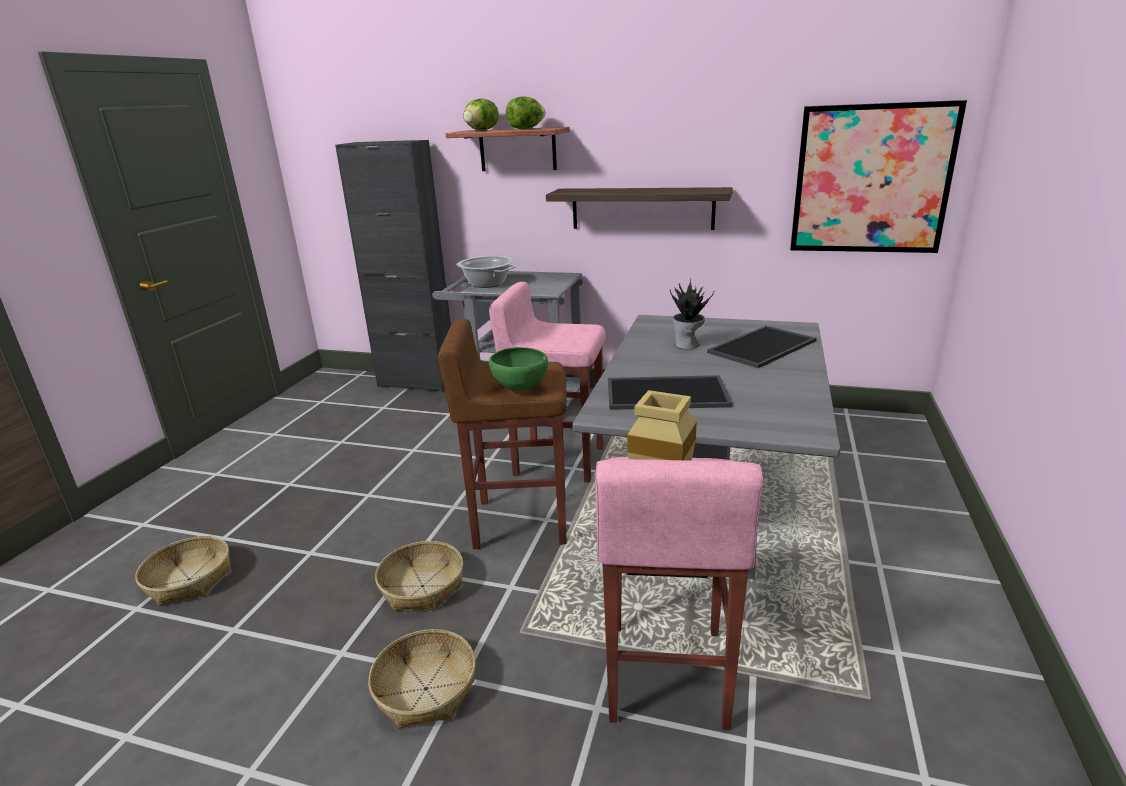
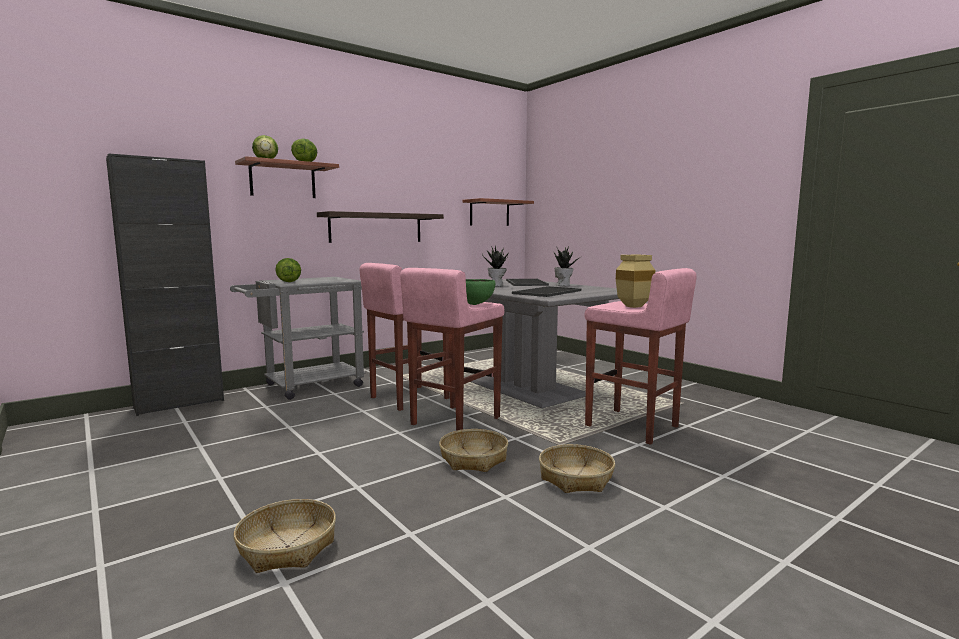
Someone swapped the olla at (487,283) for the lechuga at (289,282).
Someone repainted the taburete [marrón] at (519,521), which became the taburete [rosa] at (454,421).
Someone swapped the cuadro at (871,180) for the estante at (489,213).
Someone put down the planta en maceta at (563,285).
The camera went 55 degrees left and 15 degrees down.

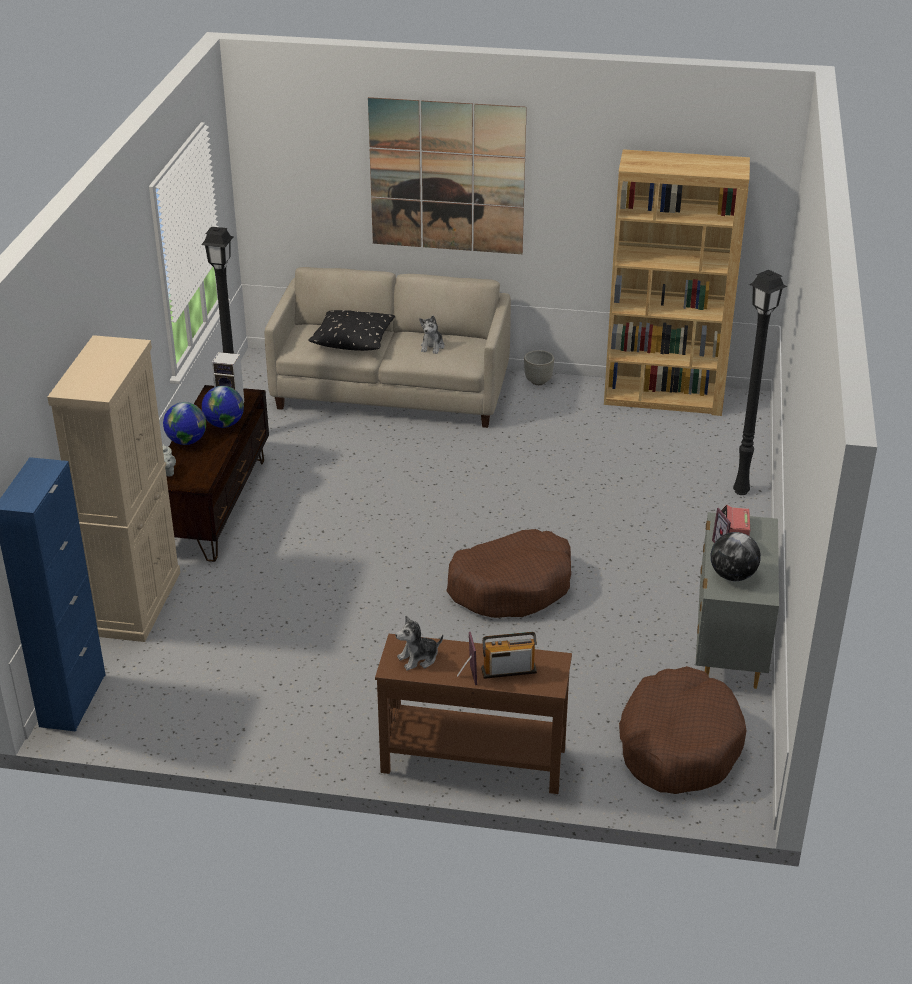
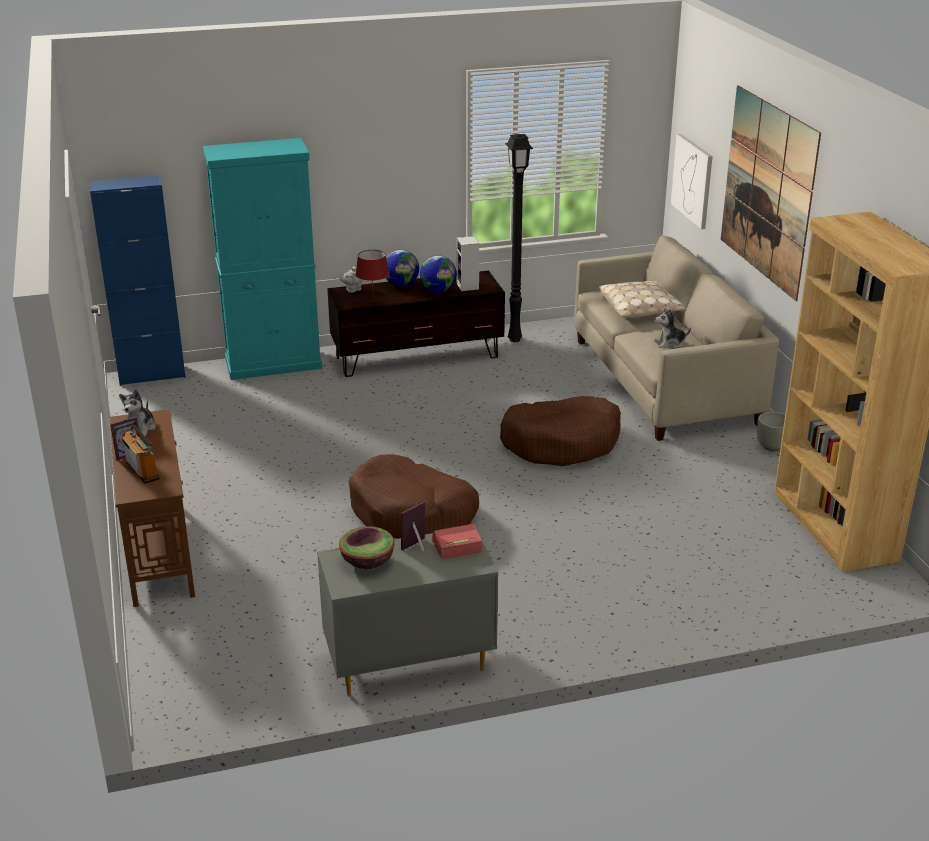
Someone rotated the peluche at (418,658) by 120 degrees counterclockwise.
Someone repainted the armario [beis] at (136,603), which became the armario [turquesa] at (274,364).
Someone swapped the globo terráqueo at (733,576) for the cuenco at (367,561).
Someone put down the lámpara de mesa [rojo] at (373,301).
Someone carried the cama para perro [marrón] from (678,745) to (561,443).
Someone repainted the cojín [negro] at (353,338), which became the cojín [beis] at (641,308).
Someone put up the cuadro at (692,180).
Someone took away the lámpara de pie [negro] at (742,491).
The camera went 65 degrees right and 5 degrees down.

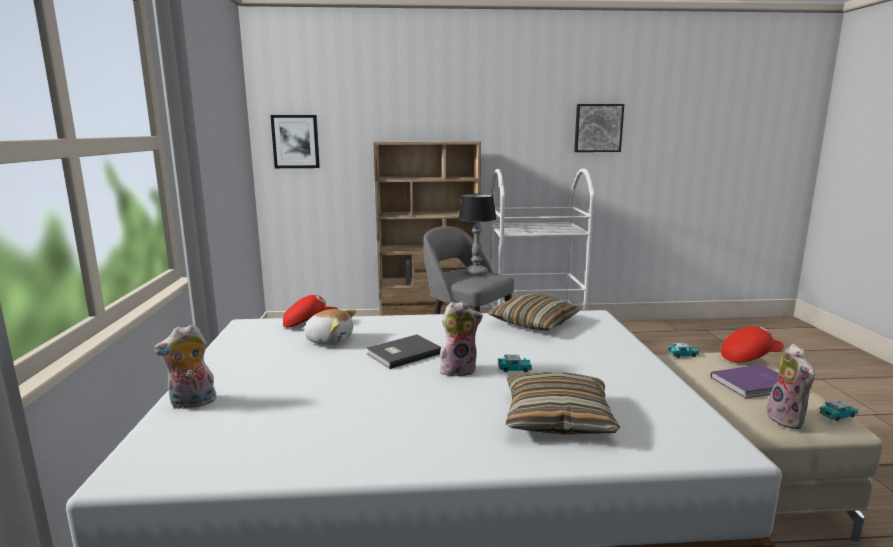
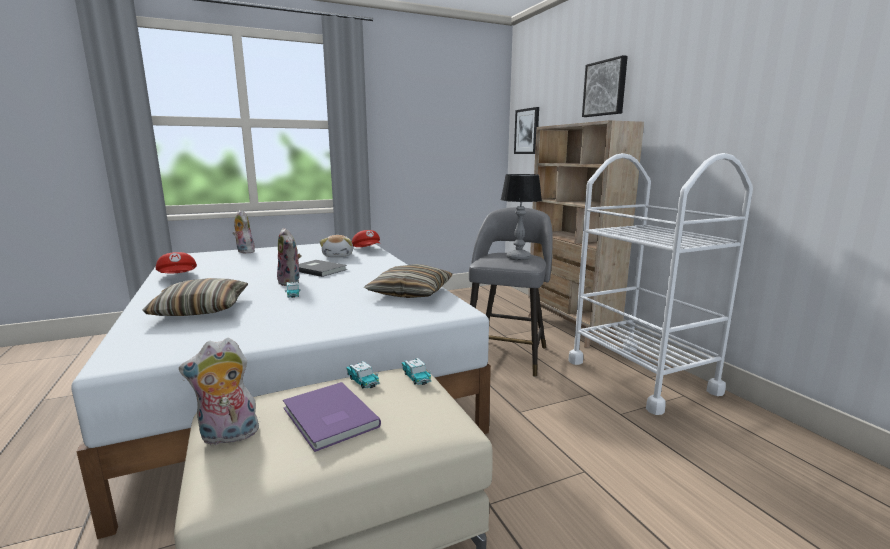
Someone carried the gorra [rojo] from (749,357) to (178,277).
Someone carried the coche de juguete from (837,416) to (362,381).
Someone carried the cuadro from (598,128) to (605,88).
The camera went 70 degrees right and 0 degrees up.

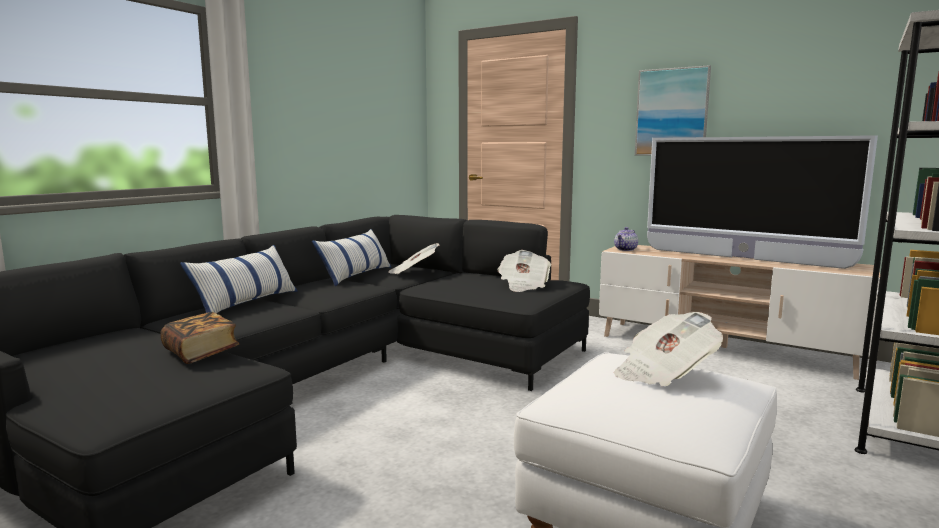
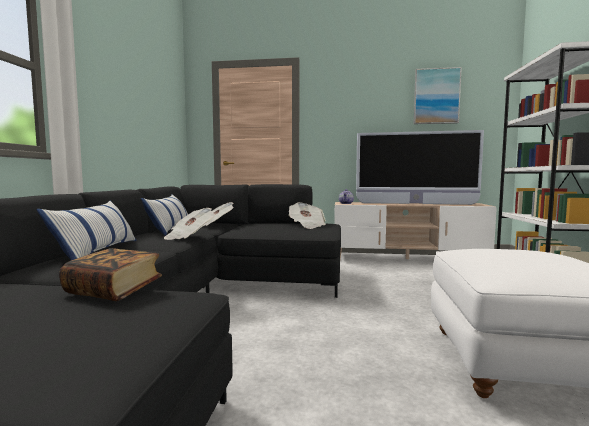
Someone carried the periódico from (663,373) to (189,236).
Someone carried the cuadro from (672,112) to (436,96).
The camera went 25 degrees left and 5 degrees down.

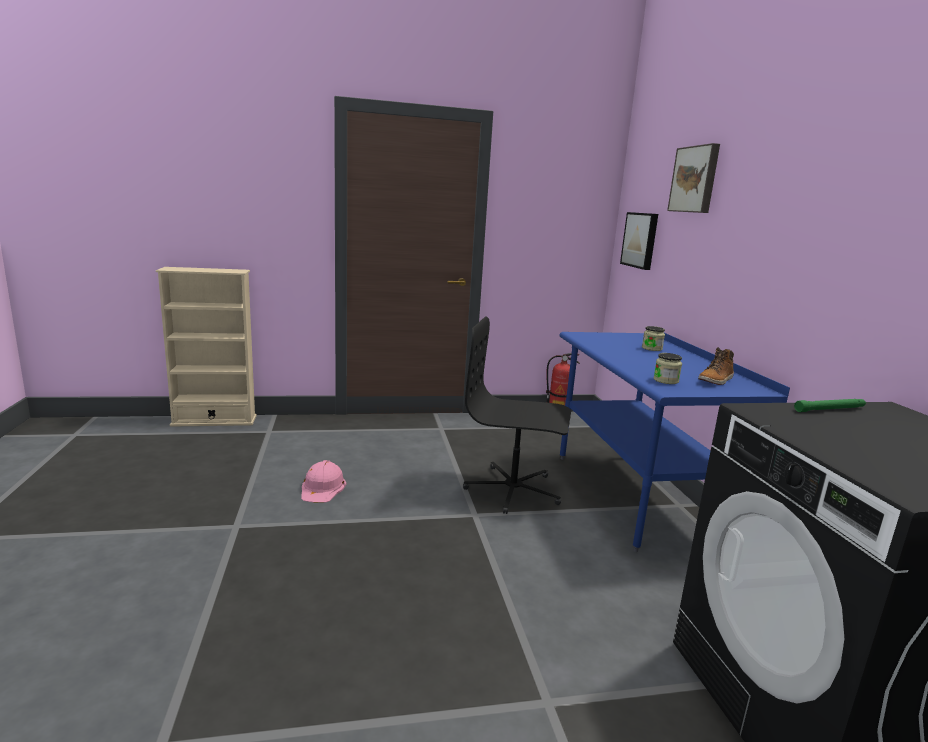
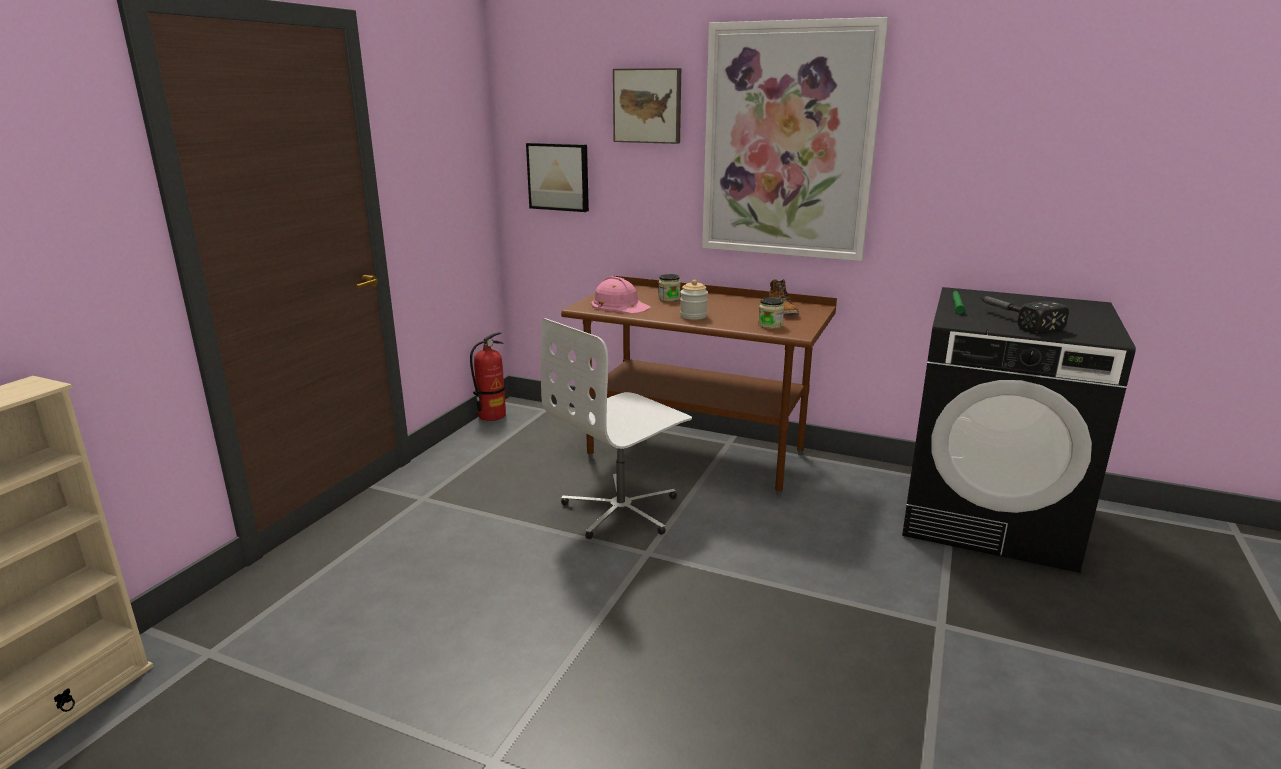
Someone repainted the silla de oficina [negro] at (513,490), which became the silla de oficina [blanco] at (622,510).
Someone repainted the escritorio [azul] at (633,496), which became the escritorio [marrón] at (696,455).
Someone carried the casco [rosa] from (323,488) to (619,305).
Someone put down the tarro at (693,316).
Someone put up the cuadro at (788,142).
Someone put down the martillo at (1013,320).
The camera went 55 degrees left and 5 degrees up.

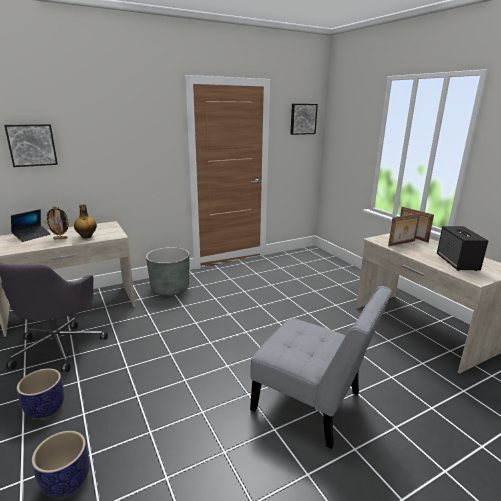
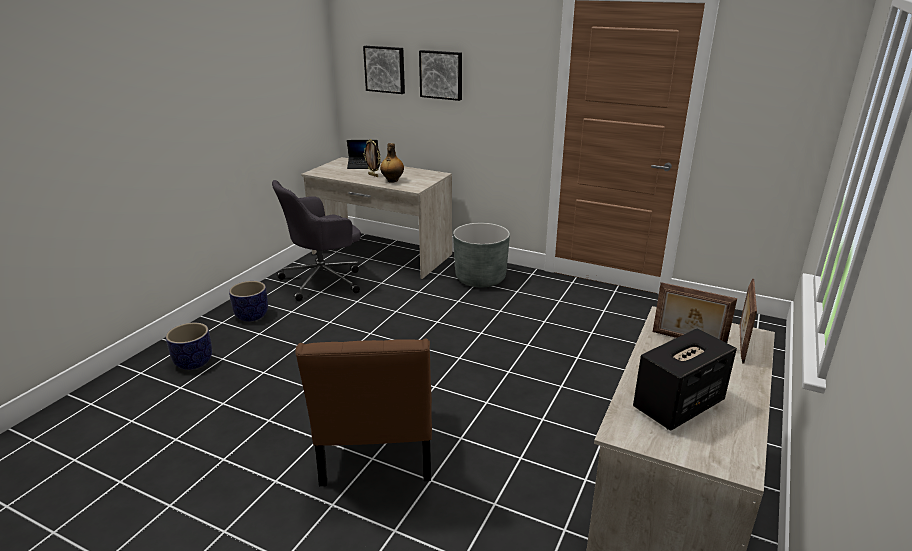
Someone repainted the silla [gris] at (312,404), which became the silla [marrón] at (376,451).
Someone carried the cuadro from (302,119) to (441,75).
The camera went 55 degrees right and 5 degrees up.

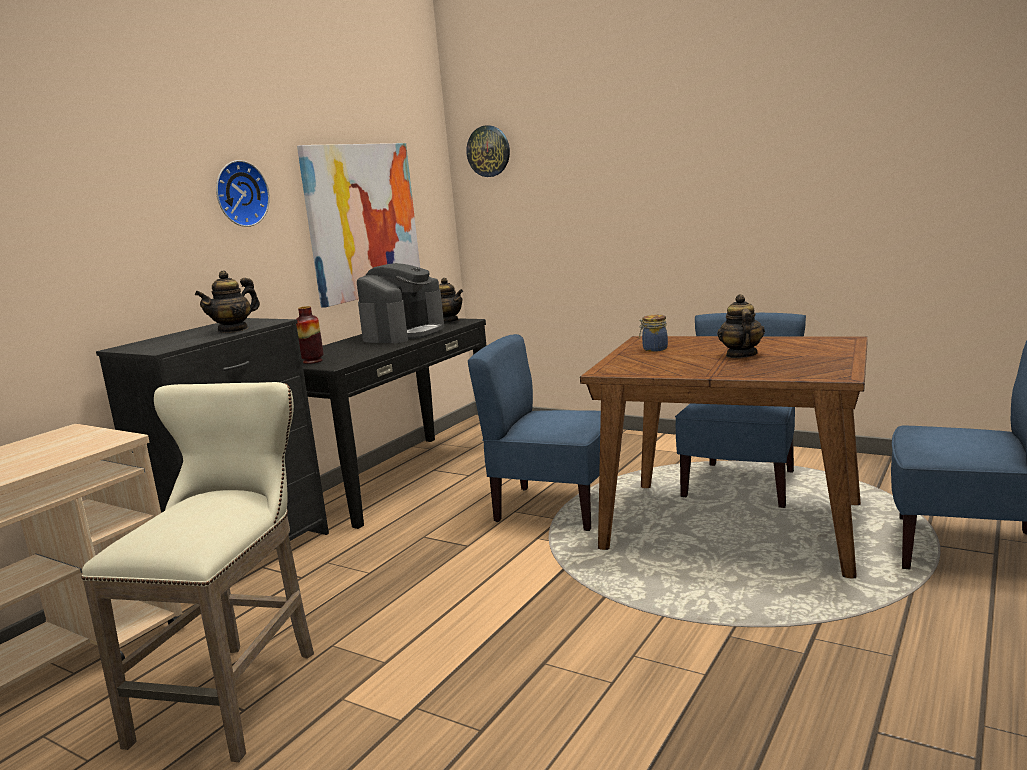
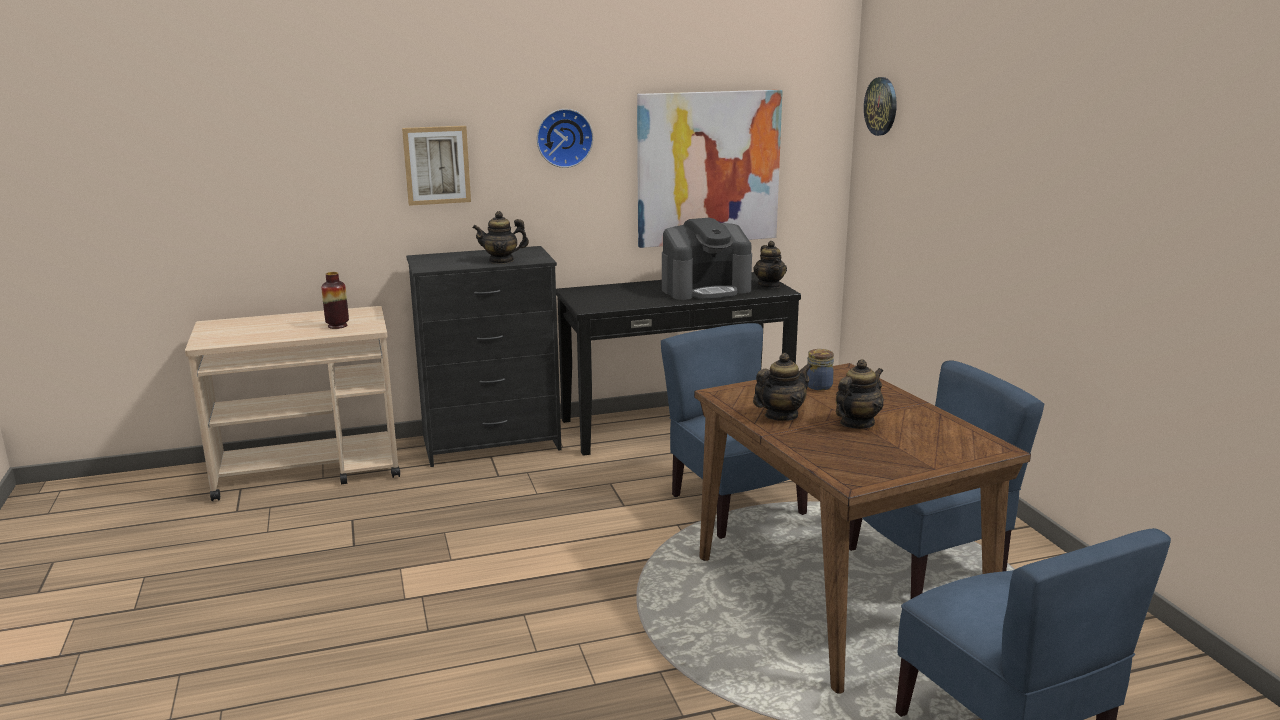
Someone carried the florero from (312,361) to (337,326).
Someone put up the cuadro at (436,165).
Someone put down the tetera at (781,416).
Someone took away the taburete [beis] at (238,691).
The camera went 40 degrees right and 5 degrees up.

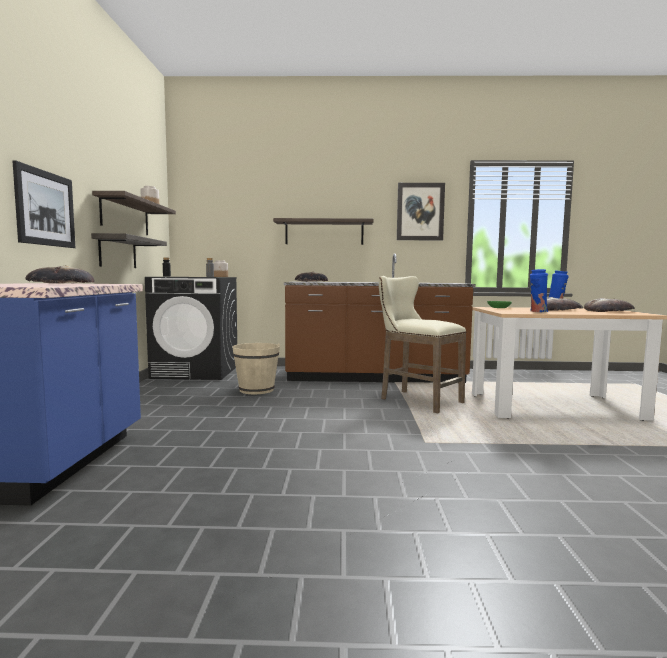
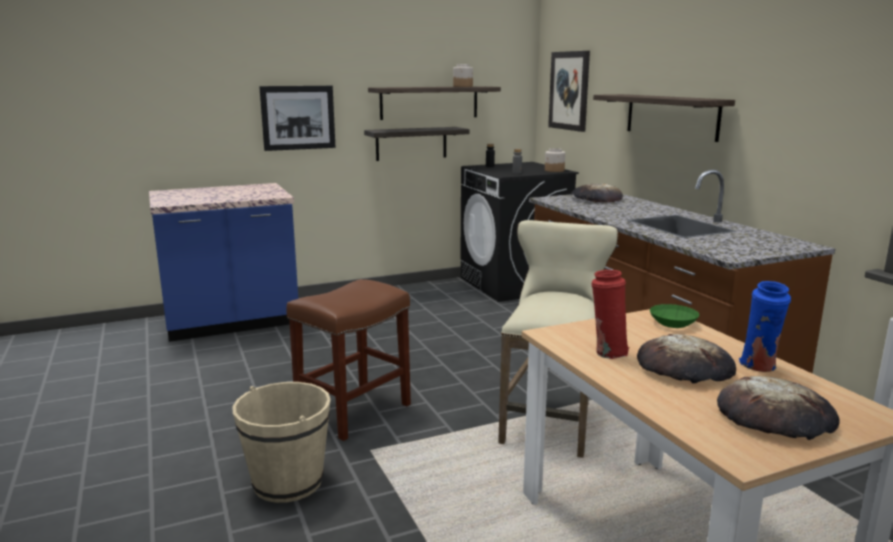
Someone carried the cubo [beis] from (256,390) to (288,482).
Someone put down the taburete [marrón] at (353,412).
Someone carried the cuadro from (420,212) to (569,91).
Someone repainted the florero [azul] at (537,312), which became the florero [rojo] at (607,352).
Someone took away the pan at (61,283).
The camera went 65 degrees right and 10 degrees up.

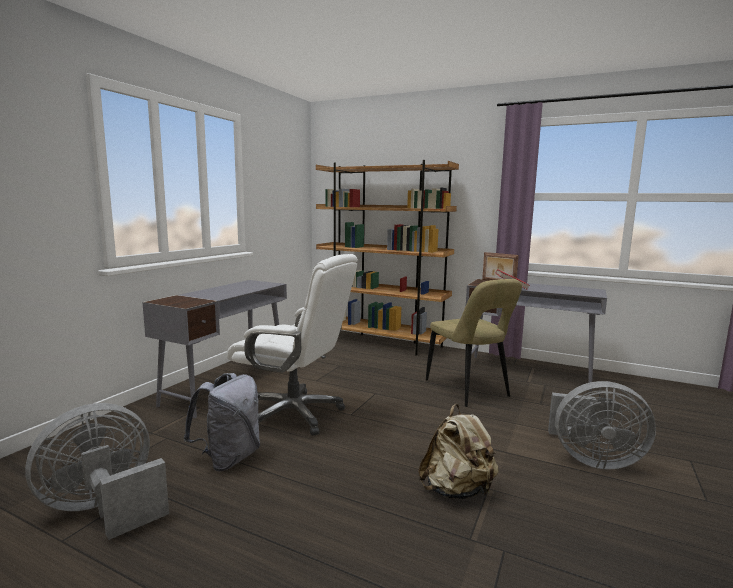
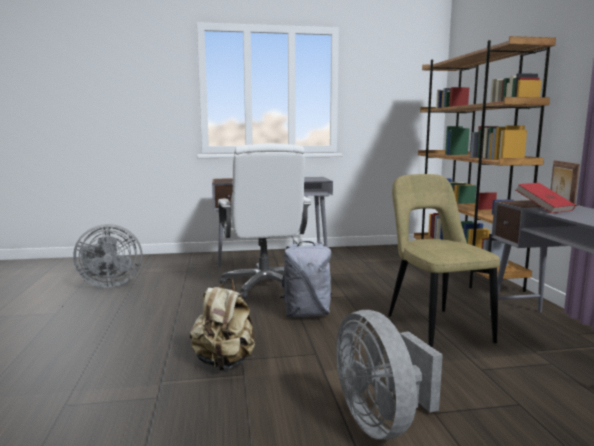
Someone rotated the ventilador [gris] at (105,508) by 150 degrees clockwise.
Someone carried the mochila [gris] from (229,458) to (306,314).
Someone rotated the silla [beis] at (469,390) by 135 degrees clockwise.
The camera went 55 degrees right and 0 degrees up.

